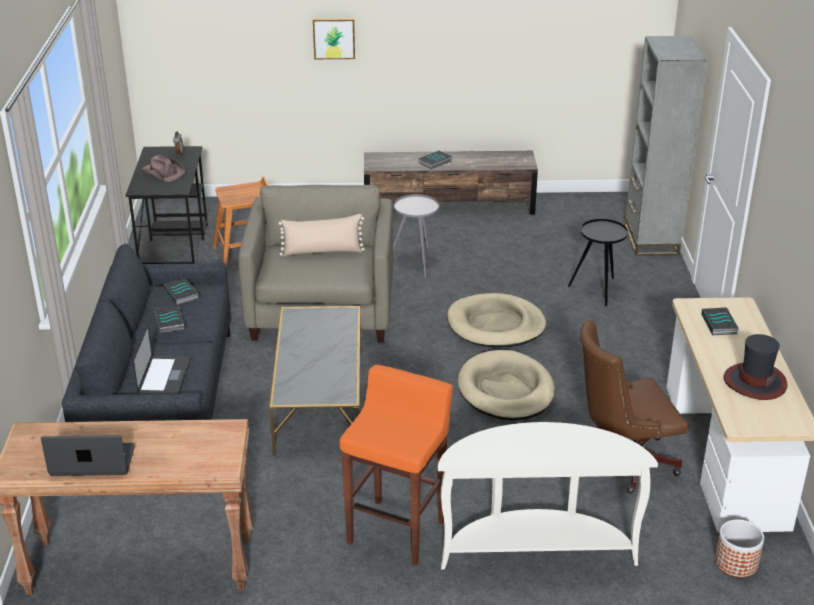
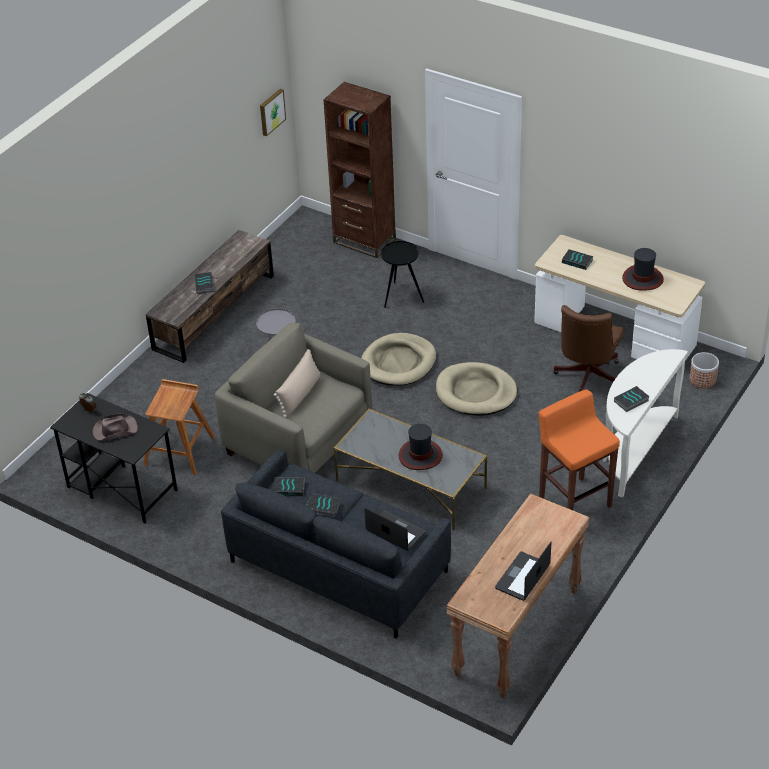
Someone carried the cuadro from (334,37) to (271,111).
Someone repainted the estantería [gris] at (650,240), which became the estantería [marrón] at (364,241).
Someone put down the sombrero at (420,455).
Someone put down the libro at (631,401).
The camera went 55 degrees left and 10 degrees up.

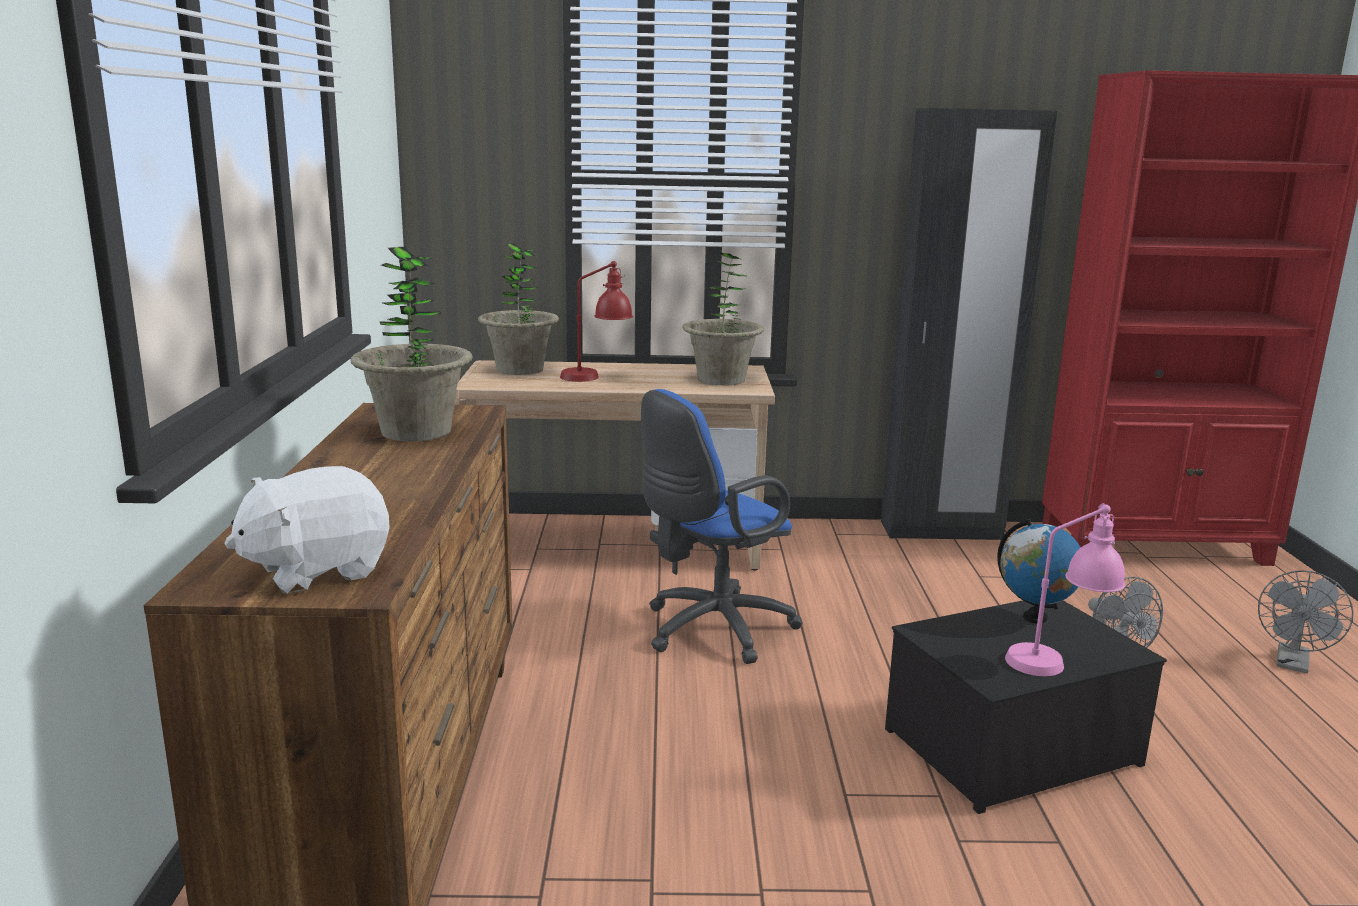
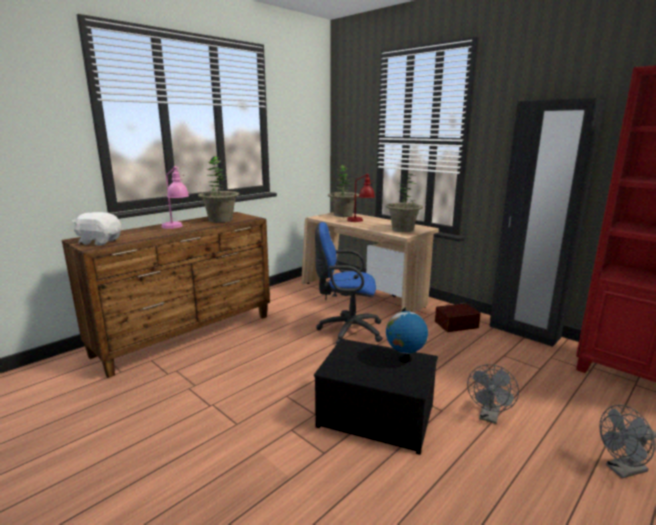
Someone carried the lámpara de mesa [rosa] from (1058,661) to (177,227).
Someone put down the caja de almacenaje [marrón] at (455,324).
The camera went 45 degrees right and 0 degrees up.

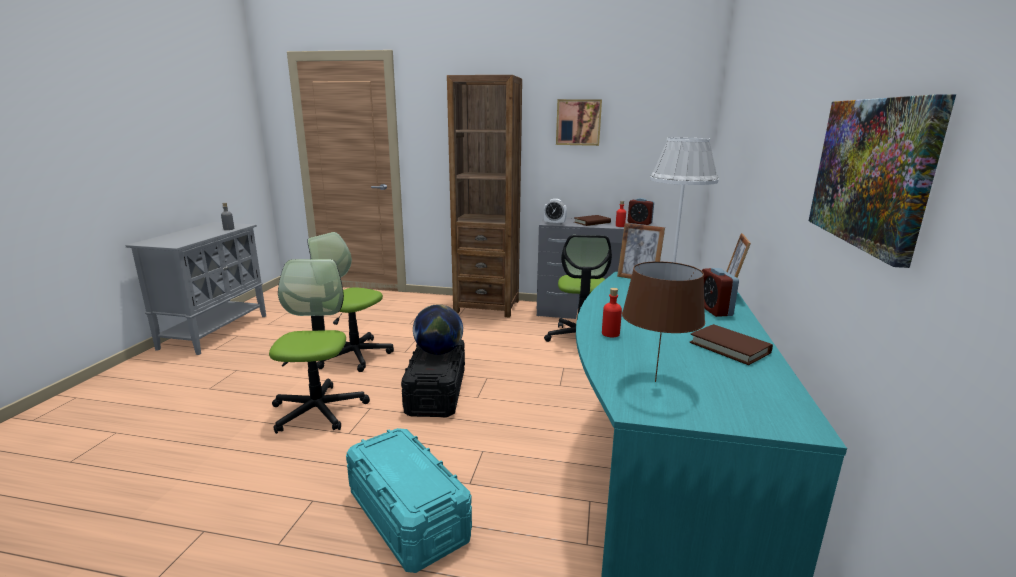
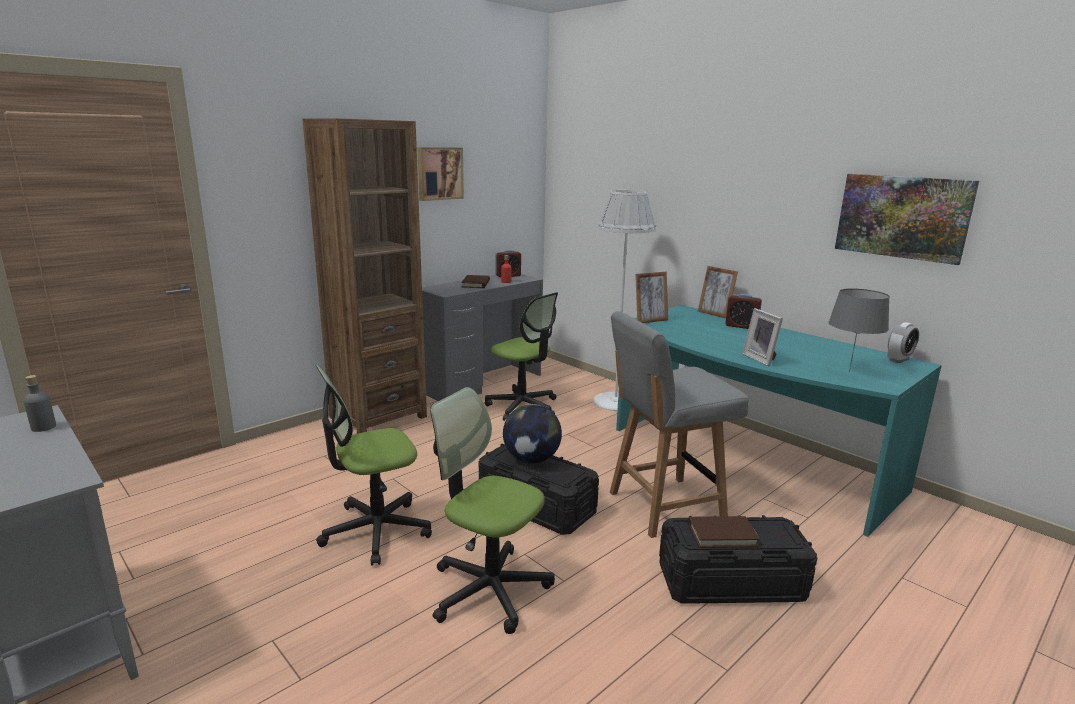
Someone put down the silla [gris] at (663,506).
Someone repainted the caja de almacenaje [turquesa] at (407,516), which became the caja de almacenaje [negro] at (731,582).
Someone carried the libro [marrón] from (729,347) to (722,535).
Someone swapped the botella [rojo] at (610,333) for the portarretratos at (761,359).
Someone repainted the lámpara de mesa [marrón] at (655,381), which became the lámpara de mesa [gris] at (848,372).
Someone carried the despertador from (554,224) to (899,360).
The camera went 55 degrees left and 0 degrees up.

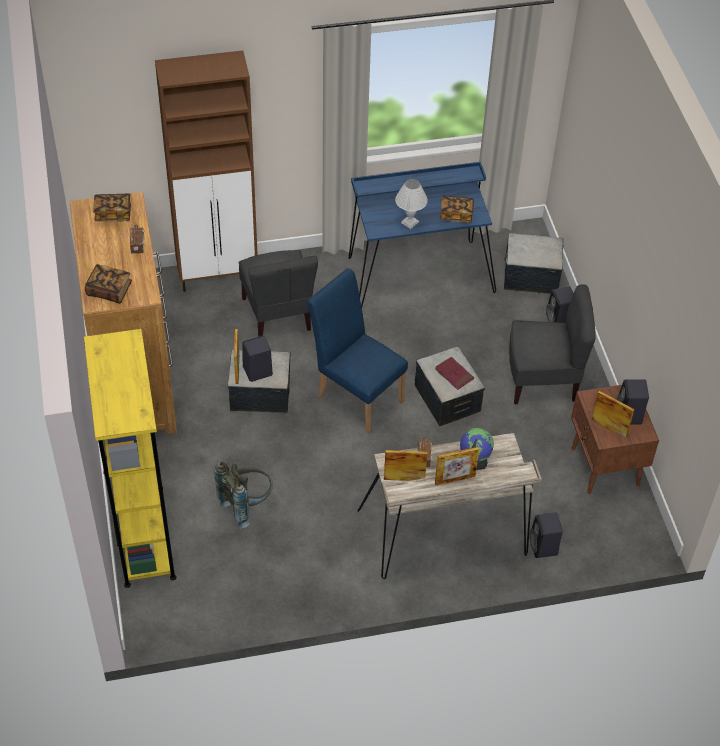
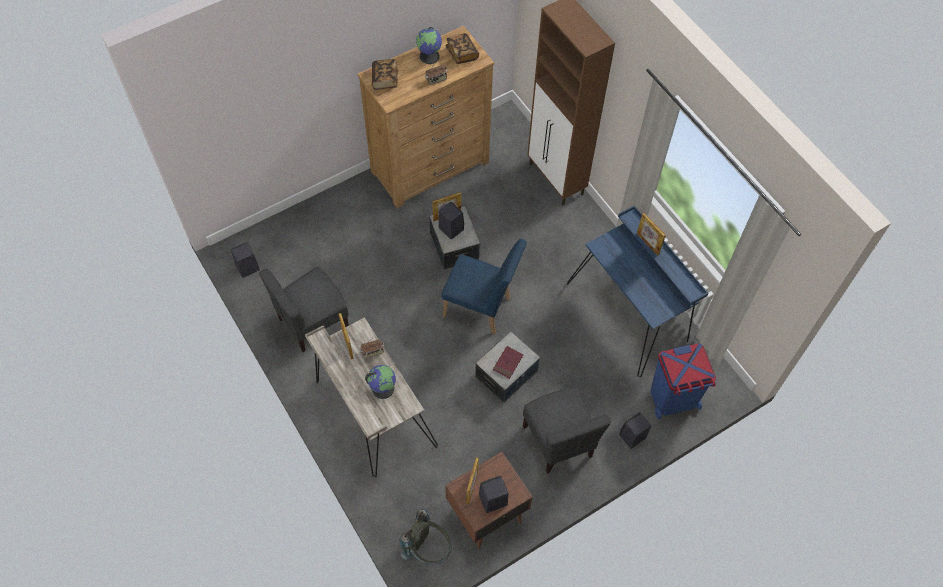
Someone carried the altavoz [negro] from (544,547) to (247,268).
Someone carried the silla [gris] from (278,314) to (313,322).
Someone carried the mochila [gris] from (246,504) to (428,549).
Someone put down the globo terráqueo at (430,56).
Someone rotated the silla [azul] at (356,394) by 90 degrees clockwise.
Someone carried the portarretratos from (455,479) to (647,243).
Someone swapped the caja de almacenaje at (530,276) for the papelera [azul] at (673,400).
Someone took away the estantería [amarillo] at (144,535).
Someone took away the lámpara de mesa [blanco] at (410,222).
Someone took away the libro at (456,215).
The camera went 70 degrees right and 10 degrees up.

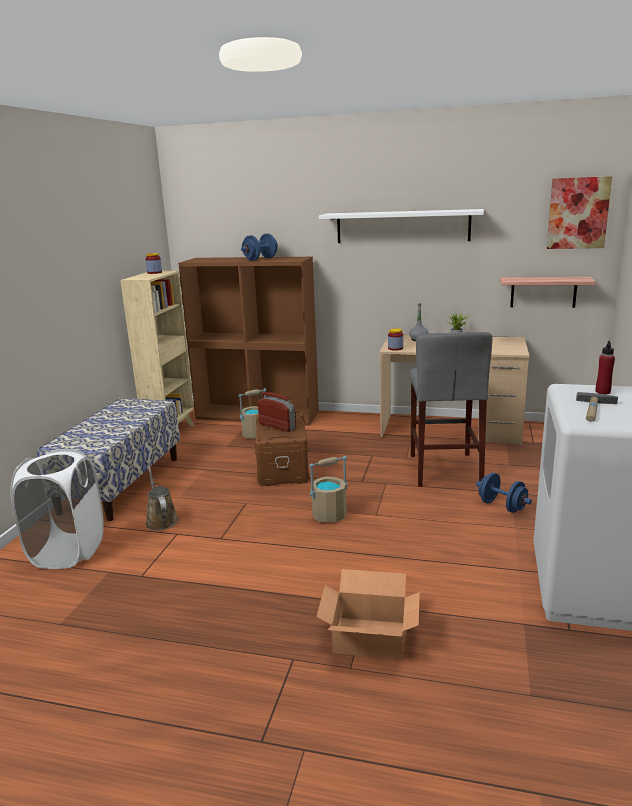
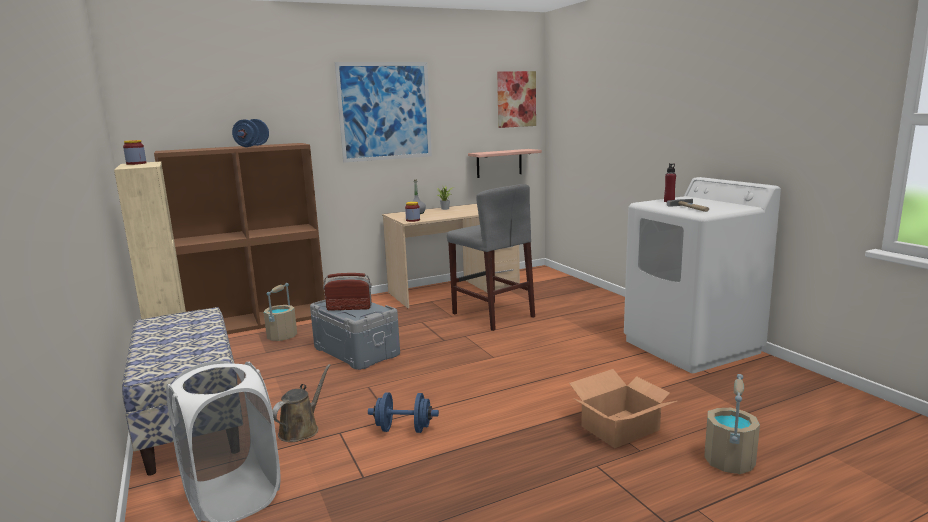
Someone rotated the regadera [marrón] at (161,520) by 90 degrees clockwise.
Someone repainted the caja de almacenaje [marrón] at (283,467), which became the caja de almacenaje [gris] at (357,351).
Someone swapped the estante [blanco] at (402,226) for the cuadro at (385,111).
Someone carried the mancuerna [azul] from (502,506) to (404,429).
Someone carried the cubo [beis] from (329,515) to (729,461).
The camera went 40 degrees left and 5 degrees down.

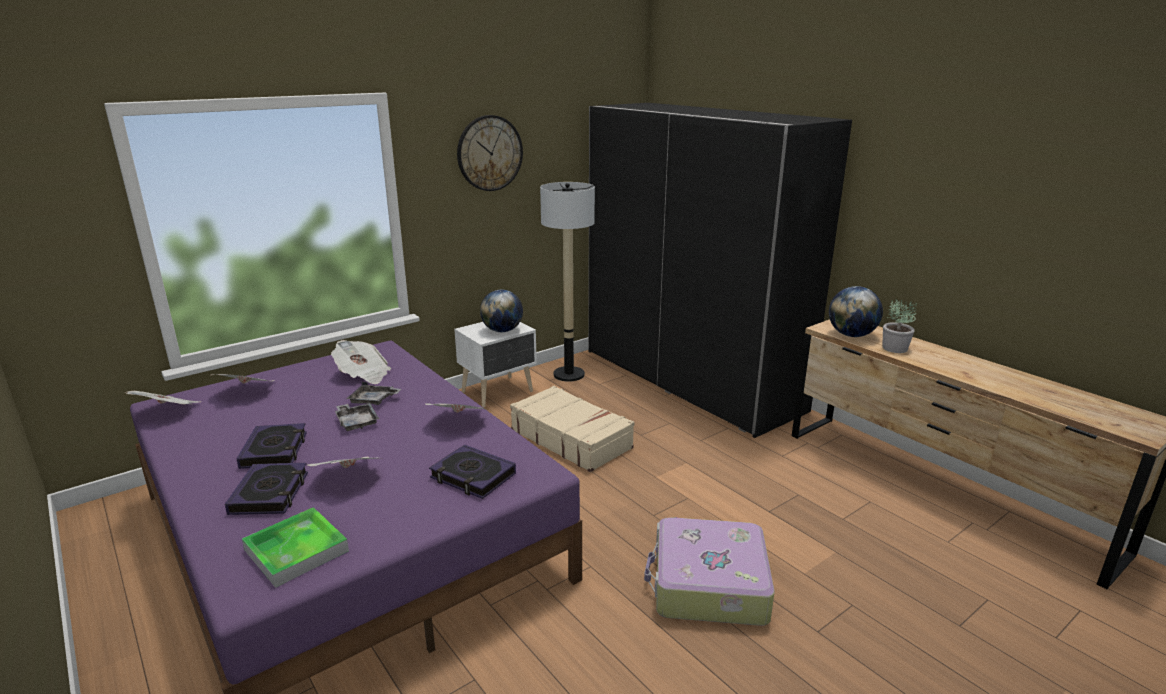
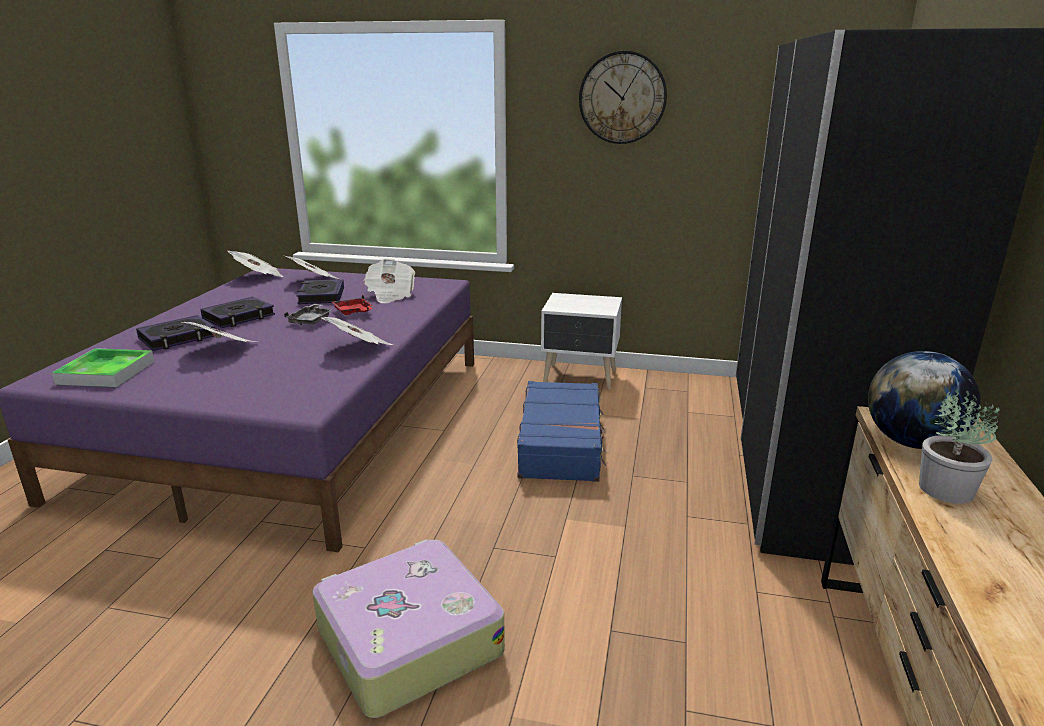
Someone carried the libro from (473,476) to (321,296).
Someone repainted the bandeja [gris] at (373,400), which became the bandeja [rojo] at (353,312).
Someone repainted the maleta [beis] at (571,438), which became the maleta [azul] at (561,443).
Someone took away the globo terráqueo at (502,330).
Someone took away the lámpara de pie at (569,374).
The camera went 50 degrees right and 0 degrees up.

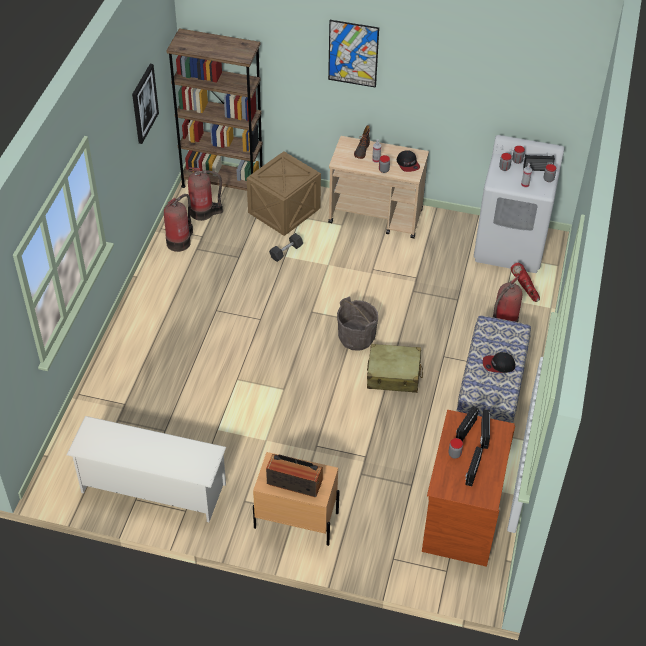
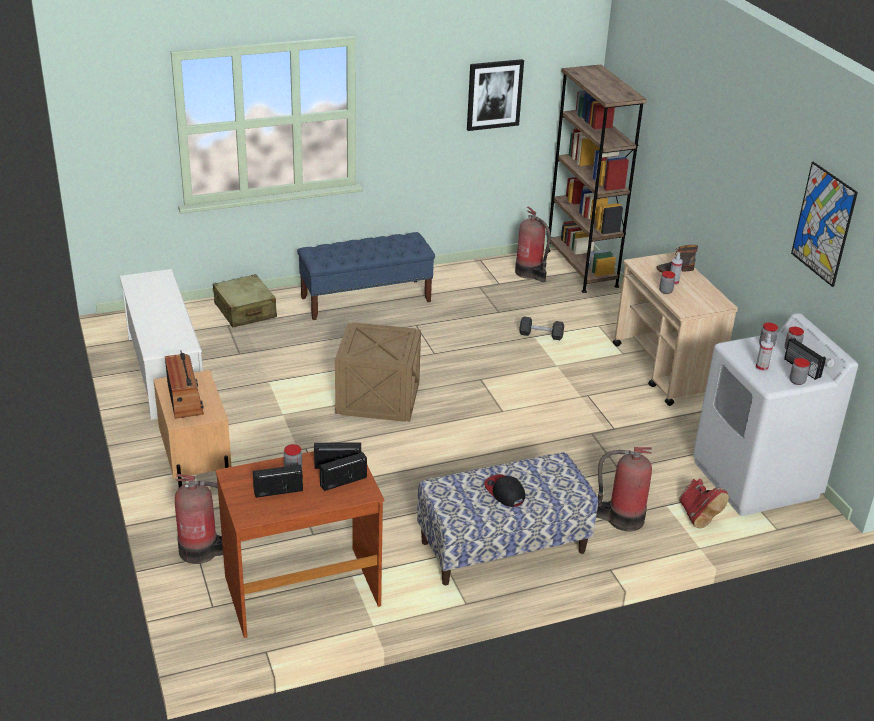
Someone carried the extintor from (180,241) to (202,551).
Someone carried the maleta [beis] from (393,375) to (245,311).
Someone put down the banco [azul] at (366,299).
Someone carried the caja de embalaje from (285,211) to (379,399).
Someone rotated the bota [rojo] at (524,291) by 135 degrees clockwise.
Someone carried the cuadro from (353,53) to (823,224).
Someone took away the cubo [gris] at (356,337).
Someone took away the gorra at (408,164).
The camera went 55 degrees right and 15 degrees down.

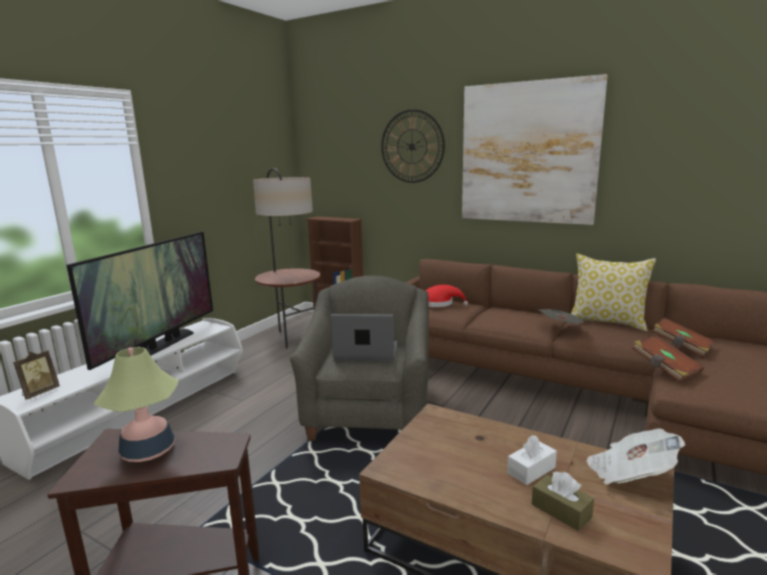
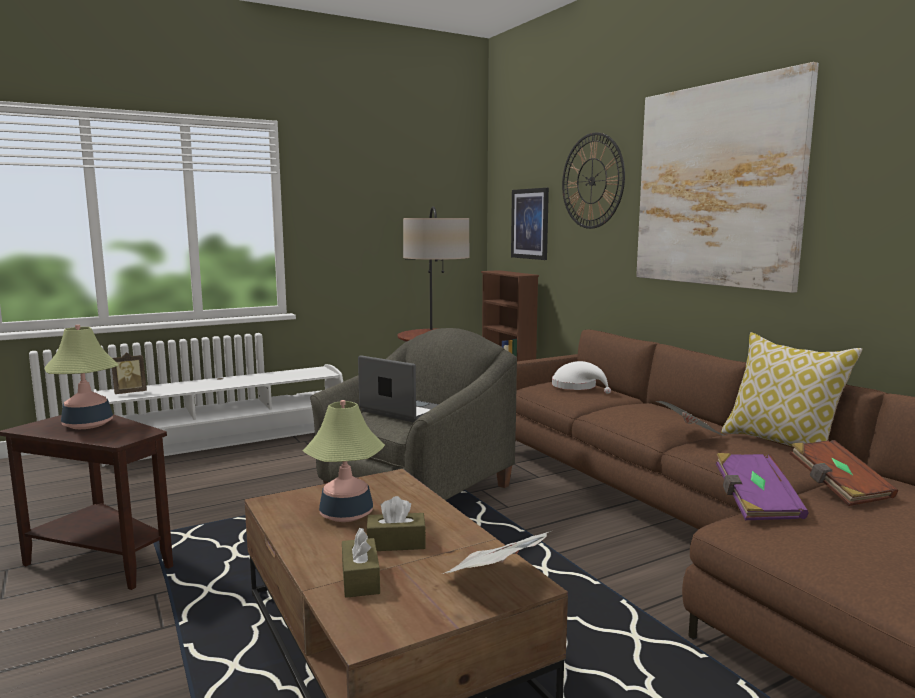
Someone put down the lámpara de mesa at (346,514).
Someone repainted the caja de pañuelos [blanco] at (531,470), which became the caja de pañuelos [marrón] at (396,543).
Someone put up the cuadro at (530,224).
Someone repainted the sombrero [rojo] at (439,303), which became the sombrero [blanco] at (577,387).
Someone repainted the libro [marrón] at (664,369), which became the libro [morado] at (755,503).
Someone took away the televisor at (159,346).
The camera went 30 degrees right and 5 degrees down.

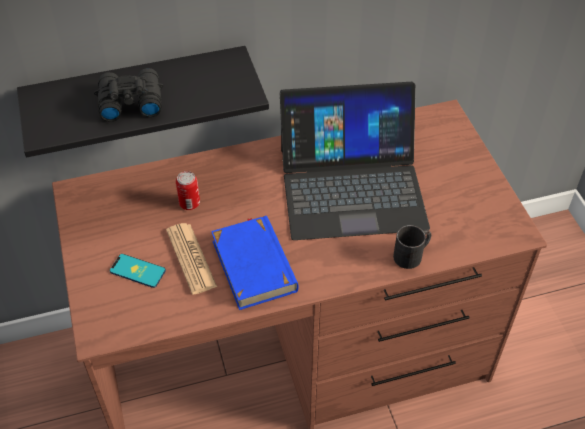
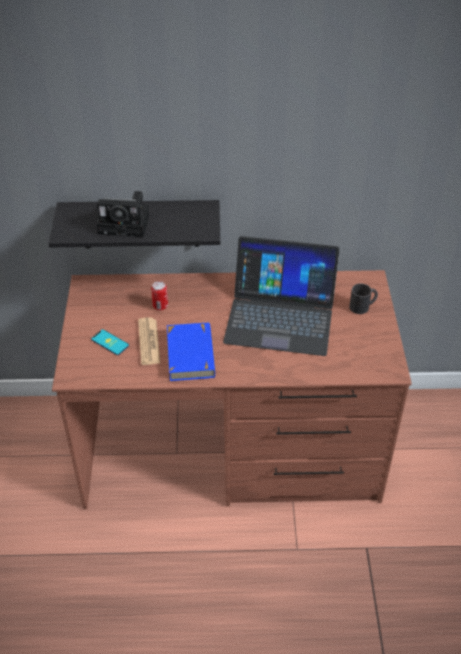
Someone swapped the prismáticos [negro] at (129,102) for the cámara at (126,223).
Someone carried the taza grande [negro] from (412,254) to (363,306).
The camera went 15 degrees right and 5 degrees down.

